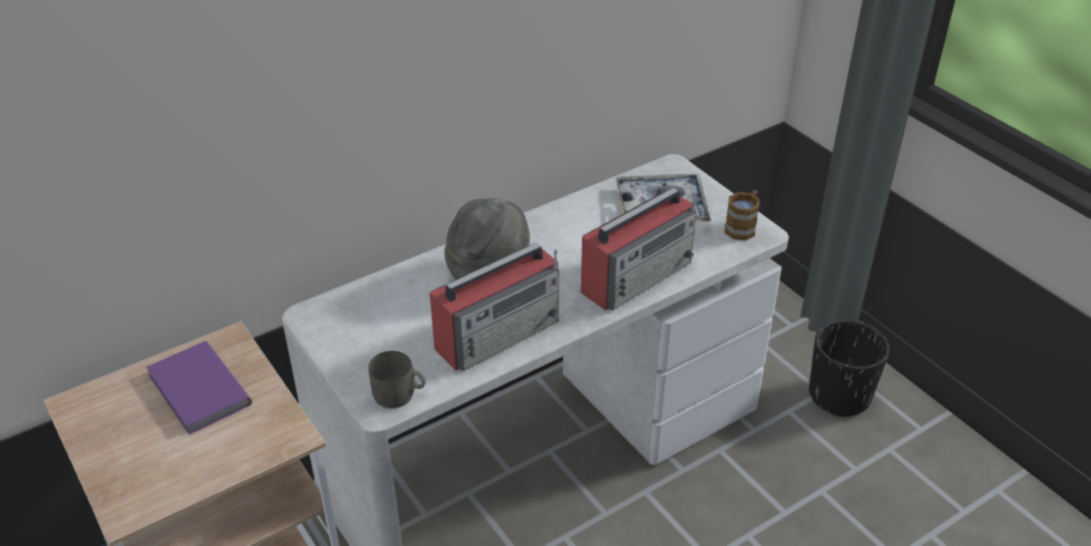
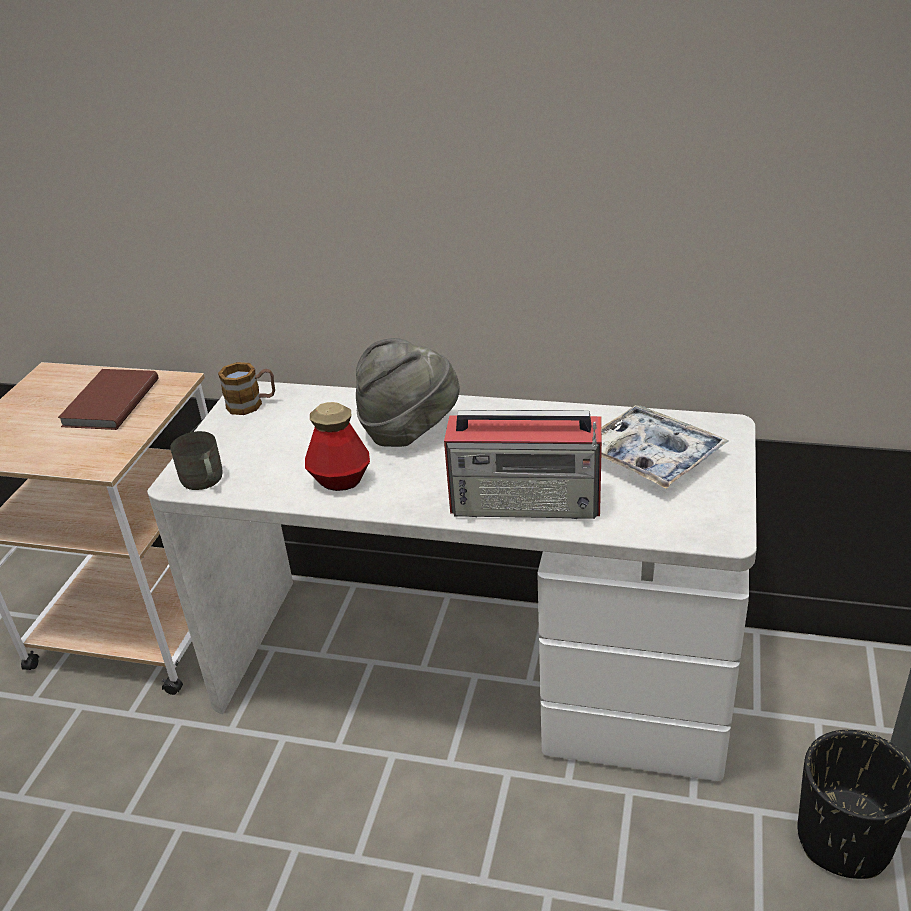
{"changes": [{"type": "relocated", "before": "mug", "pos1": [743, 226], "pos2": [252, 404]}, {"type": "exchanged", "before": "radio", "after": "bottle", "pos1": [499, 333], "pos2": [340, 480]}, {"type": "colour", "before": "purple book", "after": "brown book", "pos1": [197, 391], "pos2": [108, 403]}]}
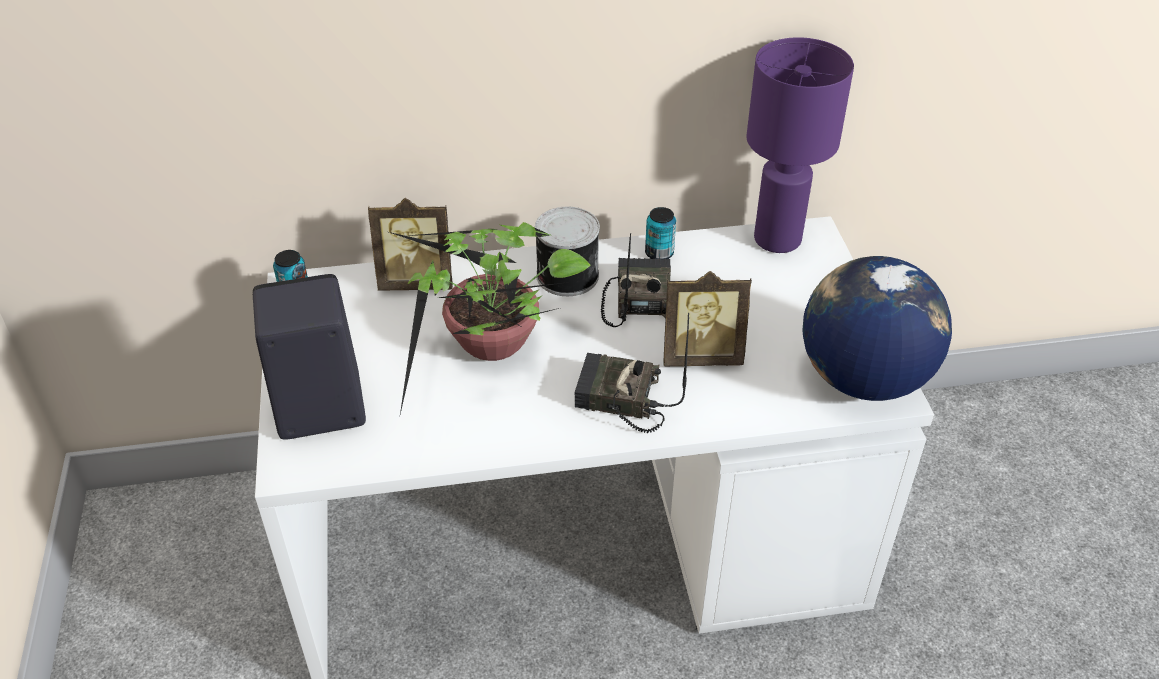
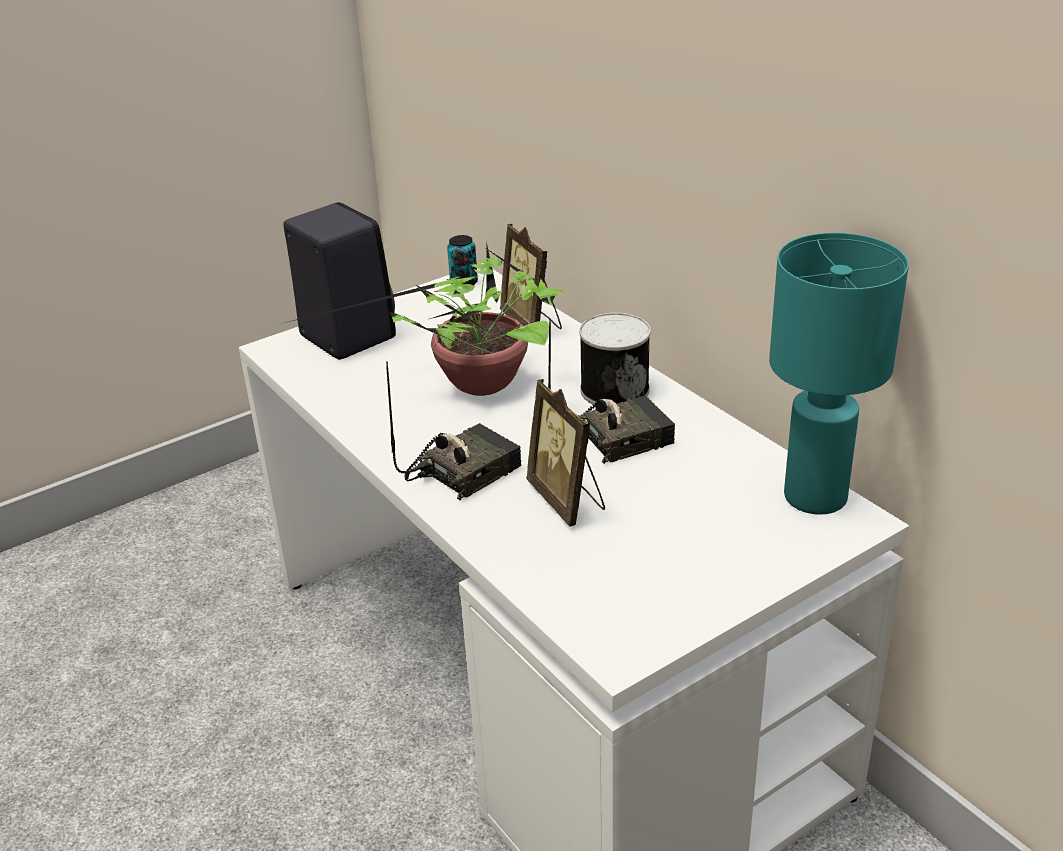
{"changes": [{"type": "missing", "before": "can", "pos1": [659, 253]}, {"type": "missing", "before": "globe", "pos1": [862, 378]}, {"type": "colour", "before": "purple table lamp", "after": "turquoise table lamp", "pos1": [776, 240], "pos2": [813, 496]}, {"type": "spun", "before": "radio", "pos1": [619, 400], "pos2": [462, 471], "turn": 60}]}
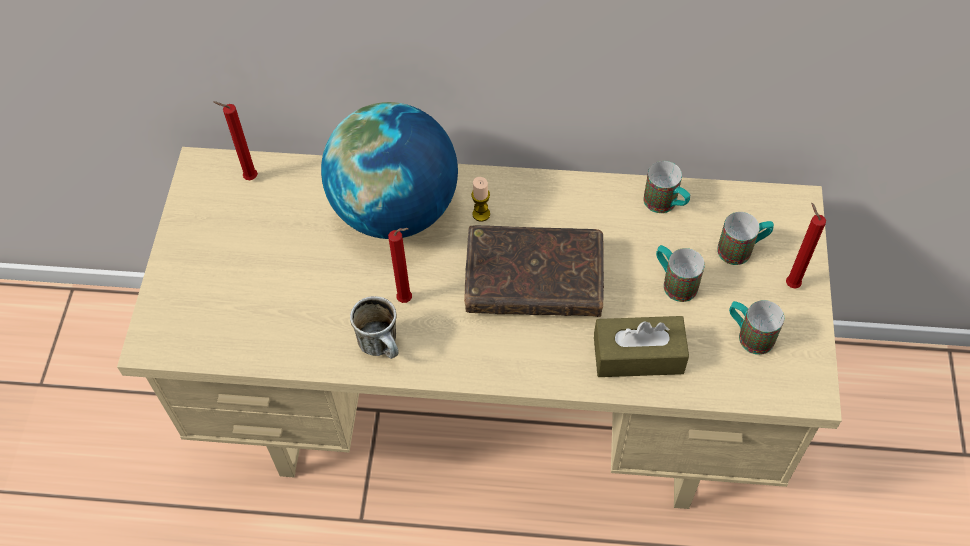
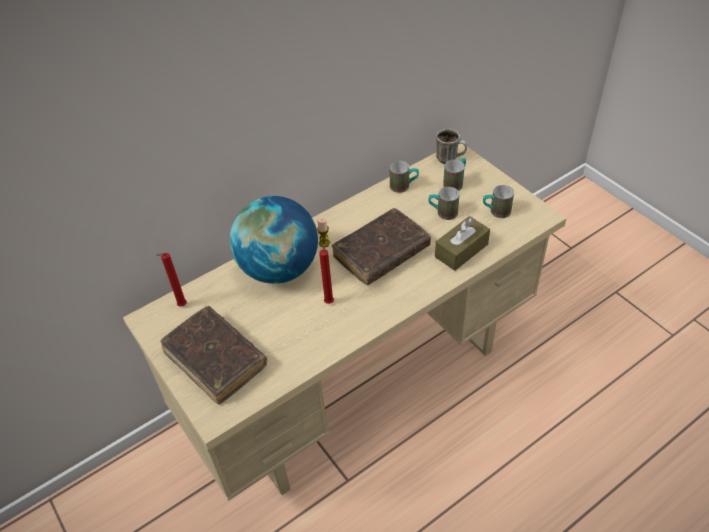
{"changes": [{"type": "missing", "before": "red candle", "pos1": [790, 283]}, {"type": "appeared", "after": "brown book", "pos2": [215, 360]}, {"type": "relocated", "before": "mug", "pos1": [383, 346], "pos2": [450, 159]}]}
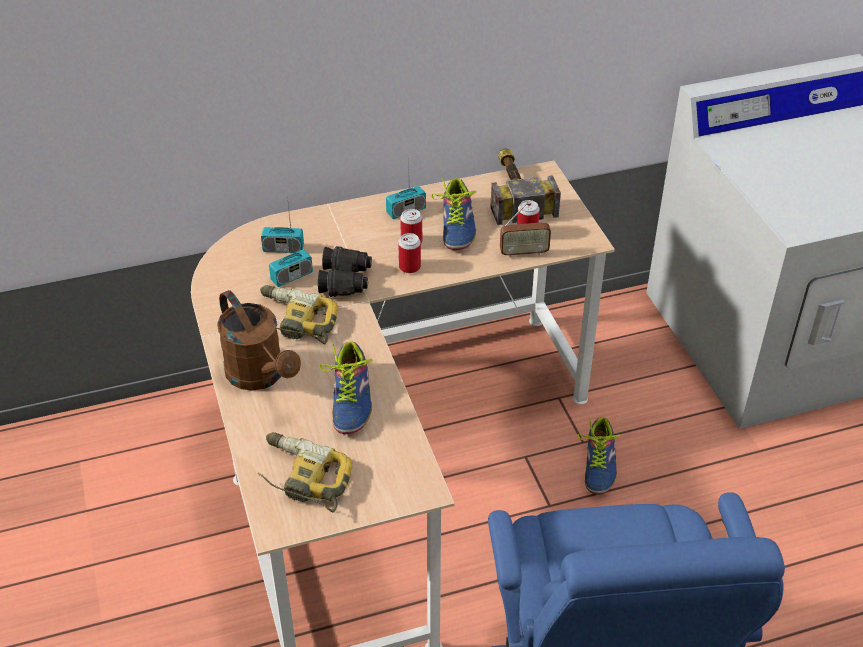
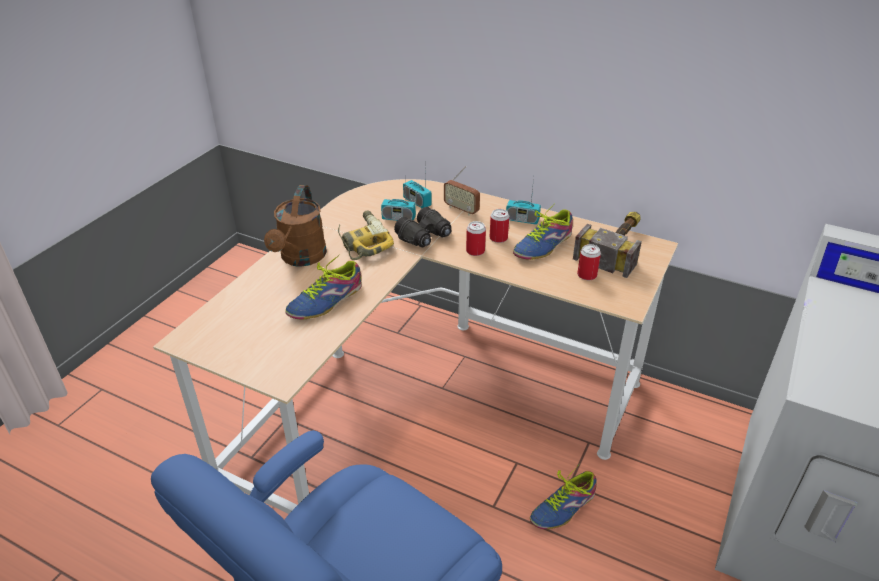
{"changes": [{"type": "missing", "before": "power drill", "pos1": [302, 478]}, {"type": "relocated", "before": "radio", "pos1": [524, 253], "pos2": [461, 209]}]}
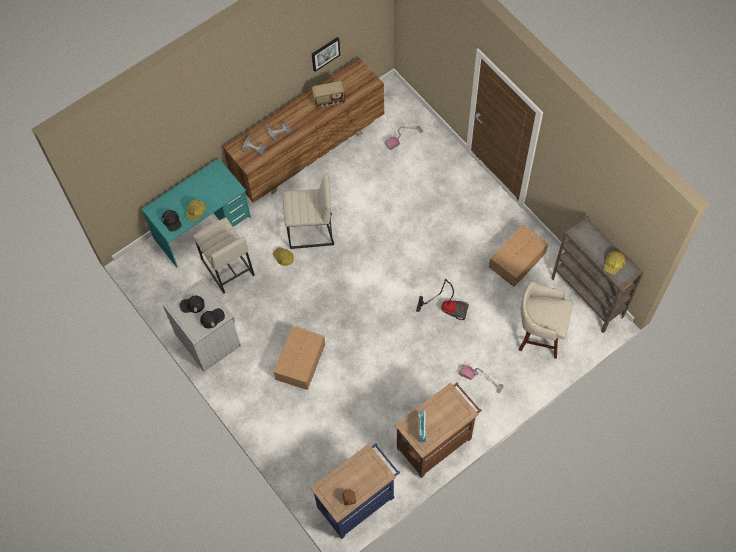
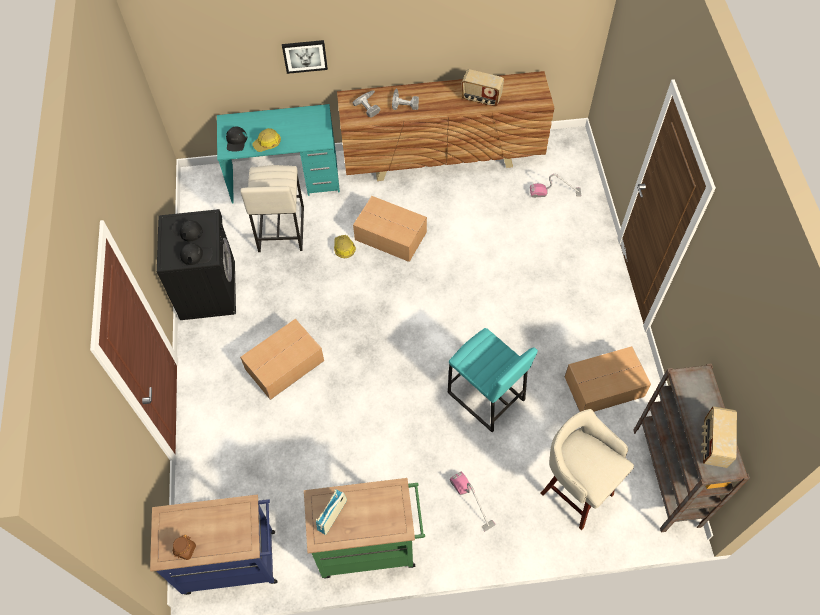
{"changes": [{"type": "relocated", "before": "picture", "pos1": [325, 53], "pos2": [305, 56]}, {"type": "exchanged", "before": "beige stool", "after": "cardboard box", "pos1": [311, 231], "pos2": [391, 236]}, {"type": "exchanged", "before": "vacuum cleaner", "after": "turquoise stool", "pos1": [447, 308], "pos2": [486, 396]}, {"type": "exchanged", "before": "hard hat", "after": "radio", "pos1": [614, 263], "pos2": [713, 444]}, {"type": "colour", "before": "white washing machine", "after": "black washing machine", "pos1": [209, 339], "pos2": [210, 290]}, {"type": "colour", "before": "brown cart", "after": "green cart", "pos1": [436, 443], "pos2": [370, 546]}]}
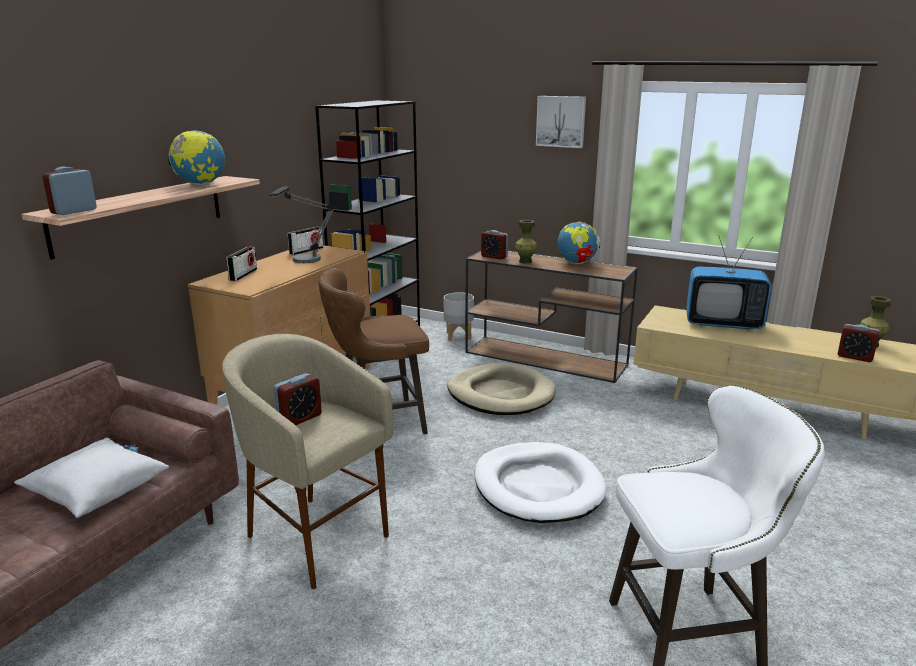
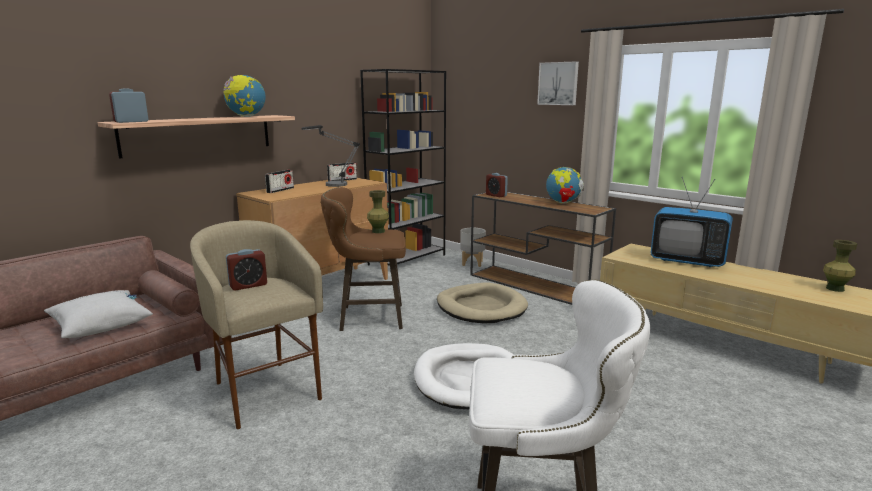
{"changes": [{"type": "missing", "before": "alarm clock", "pos1": [855, 357]}, {"type": "relocated", "before": "green vase", "pos1": [525, 261], "pos2": [378, 231]}]}
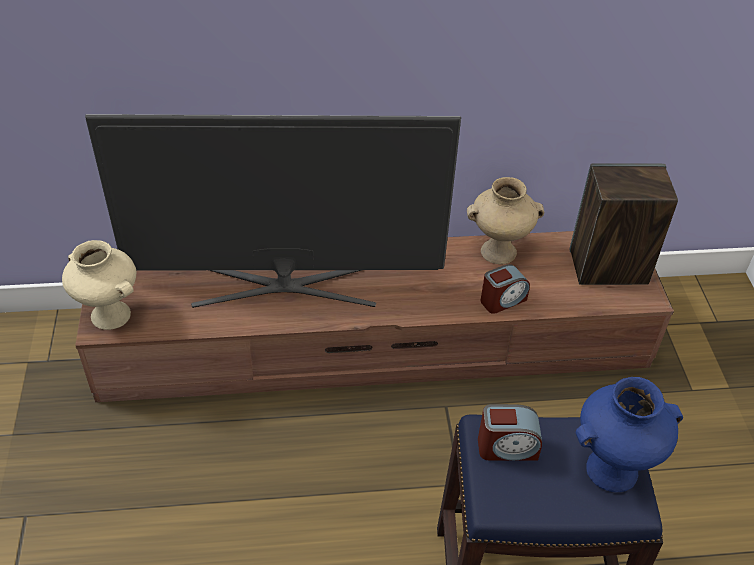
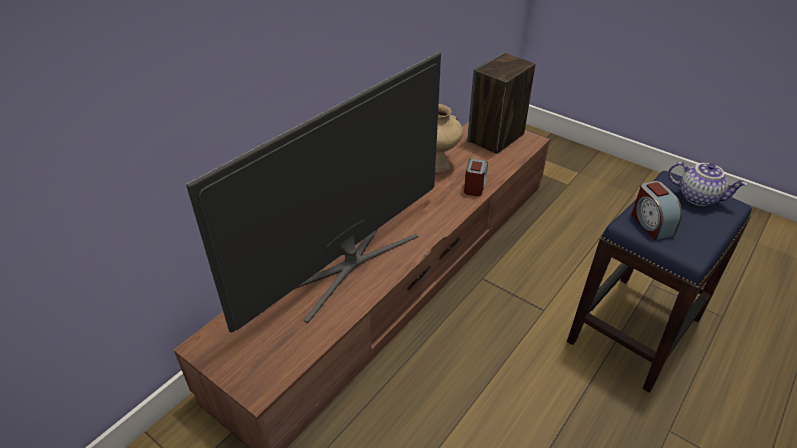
{"changes": [{"type": "missing", "before": "beige vase", "pos1": [109, 315]}, {"type": "exchanged", "before": "blue vase", "after": "teapot", "pos1": [612, 468], "pos2": [698, 197]}, {"type": "spun", "before": "alarm clock", "pos1": [507, 447], "pos2": [651, 224], "turn": 120}]}
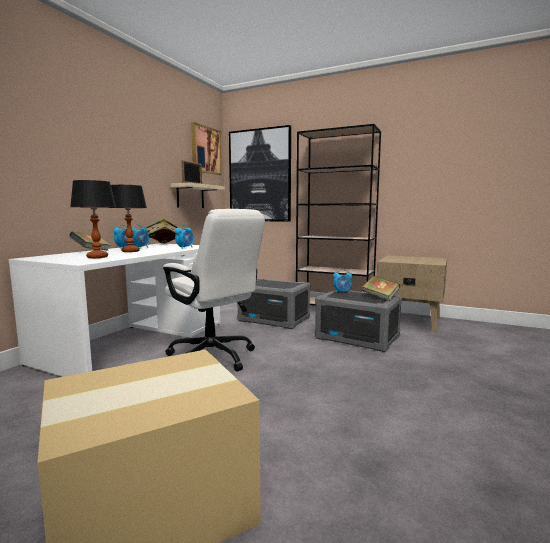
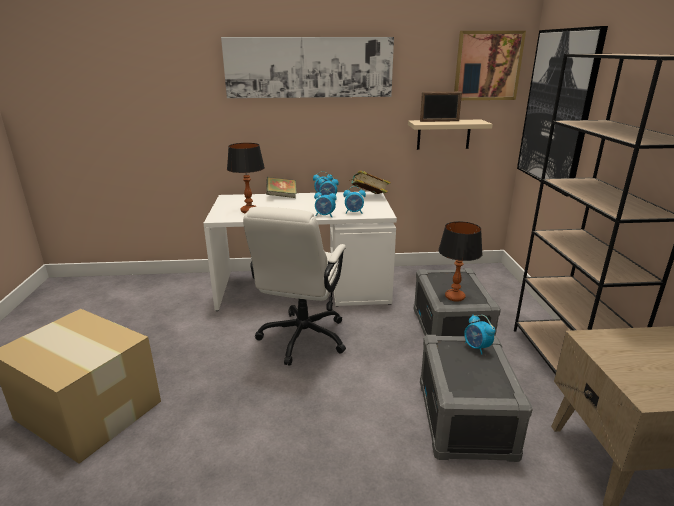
{"changes": [{"type": "missing", "before": "book", "pos1": [380, 297]}, {"type": "appeared", "after": "picture", "pos2": [309, 67]}, {"type": "appeared", "after": "alarm clock", "pos2": [325, 215]}, {"type": "relocated", "before": "table lamp", "pos1": [130, 251], "pos2": [454, 297]}]}
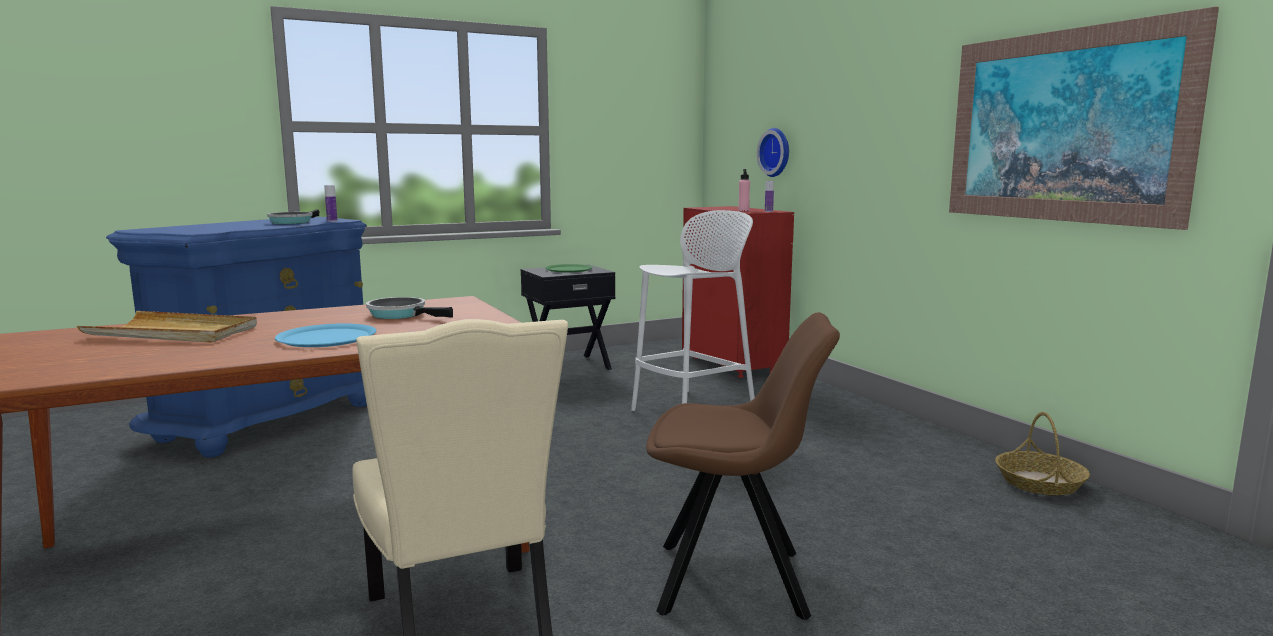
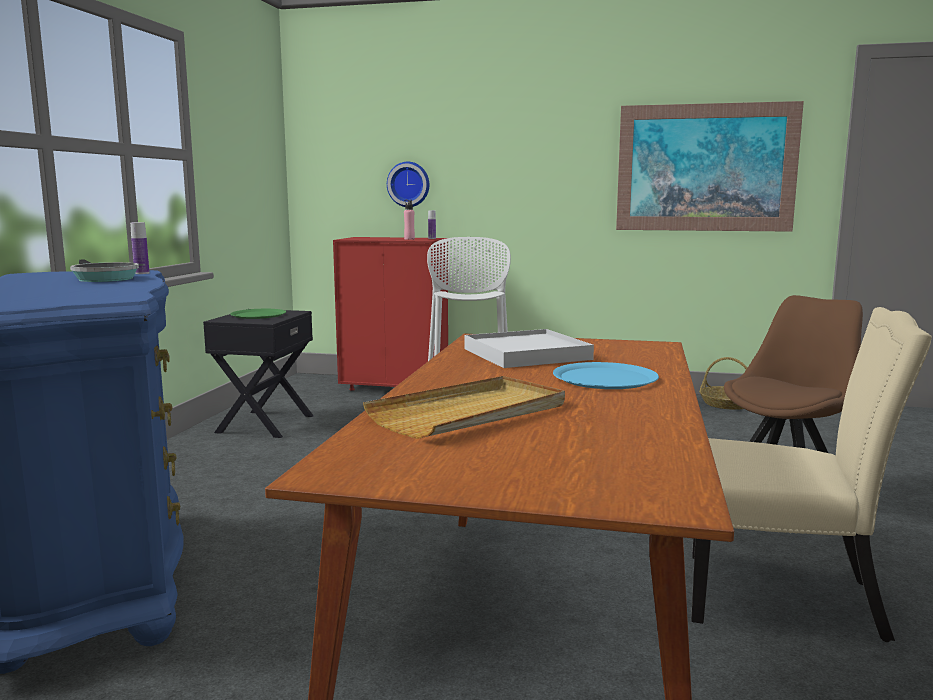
{"changes": [{"type": "exchanged", "before": "frying pan", "after": "white tray", "pos1": [401, 315], "pos2": [526, 354]}]}
